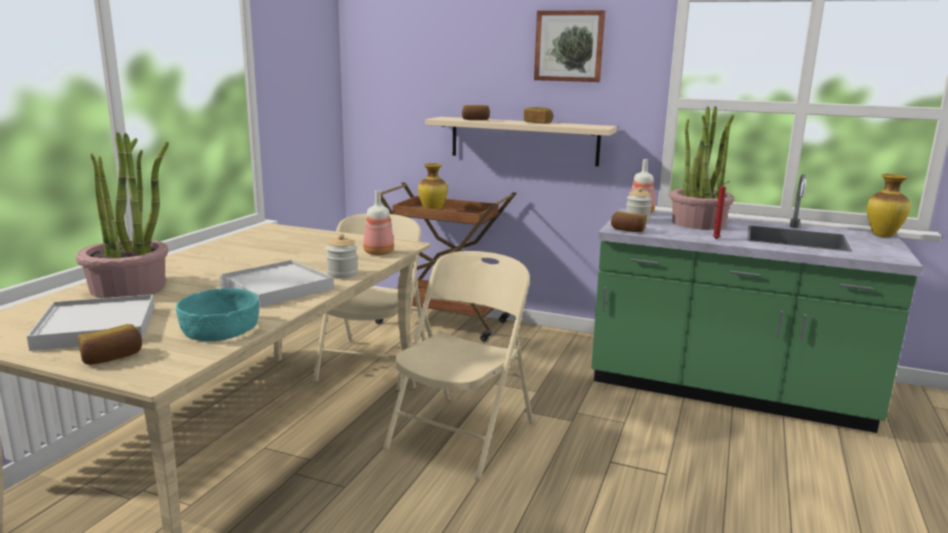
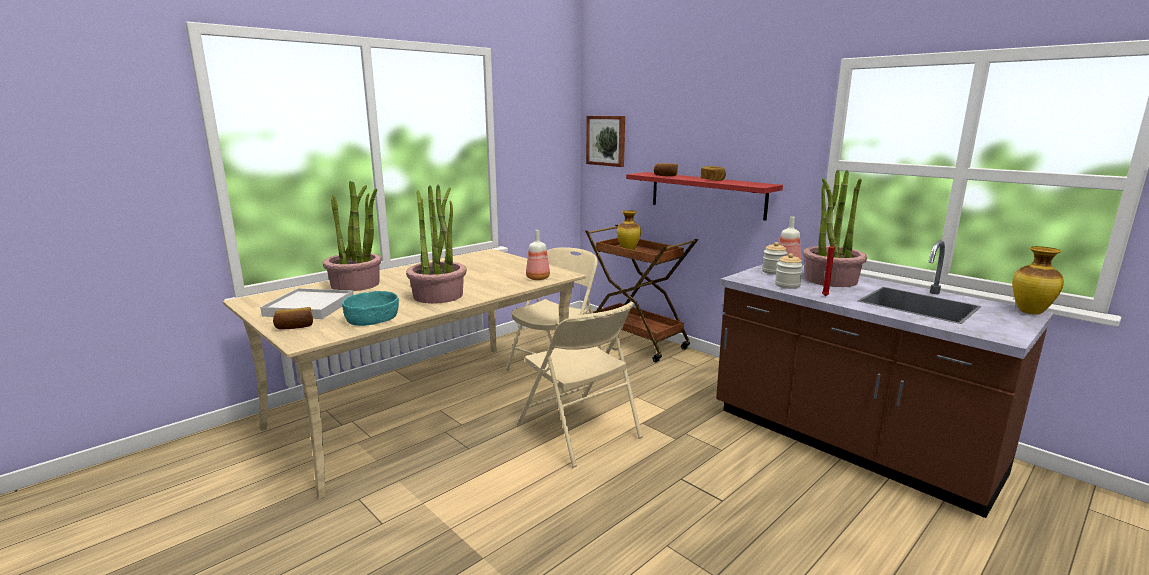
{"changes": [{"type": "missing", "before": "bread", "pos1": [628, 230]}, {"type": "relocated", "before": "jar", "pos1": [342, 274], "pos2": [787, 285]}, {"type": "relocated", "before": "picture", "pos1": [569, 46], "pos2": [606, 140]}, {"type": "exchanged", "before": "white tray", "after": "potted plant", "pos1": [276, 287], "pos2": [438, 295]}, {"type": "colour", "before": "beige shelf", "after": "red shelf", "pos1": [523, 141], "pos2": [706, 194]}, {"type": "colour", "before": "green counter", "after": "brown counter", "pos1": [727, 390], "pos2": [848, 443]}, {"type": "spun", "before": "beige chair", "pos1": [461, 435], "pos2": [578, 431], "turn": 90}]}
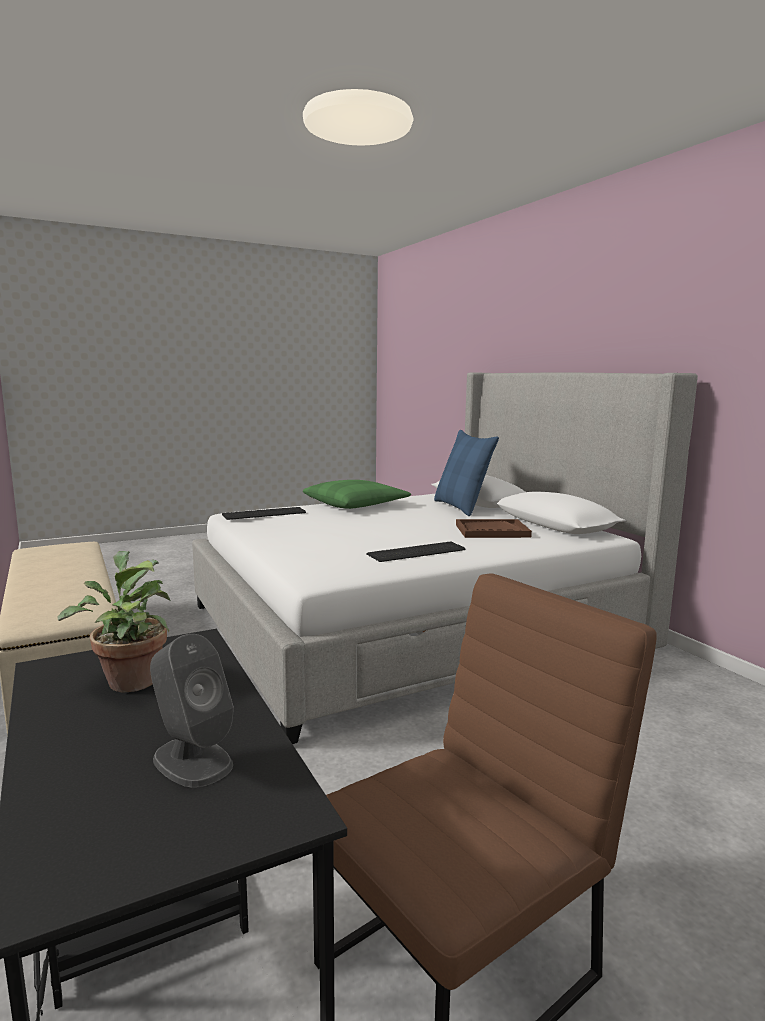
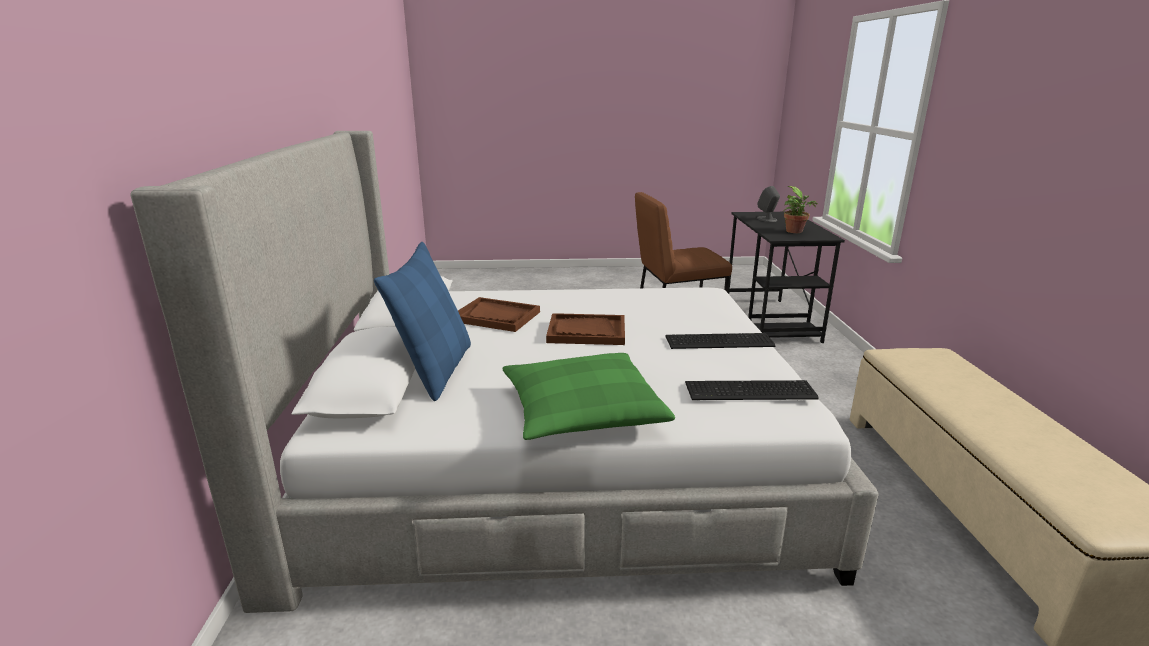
{"changes": [{"type": "appeared", "after": "brown tray", "pos2": [586, 332]}, {"type": "relocated", "before": "keyboard", "pos1": [418, 552], "pos2": [717, 340]}]}
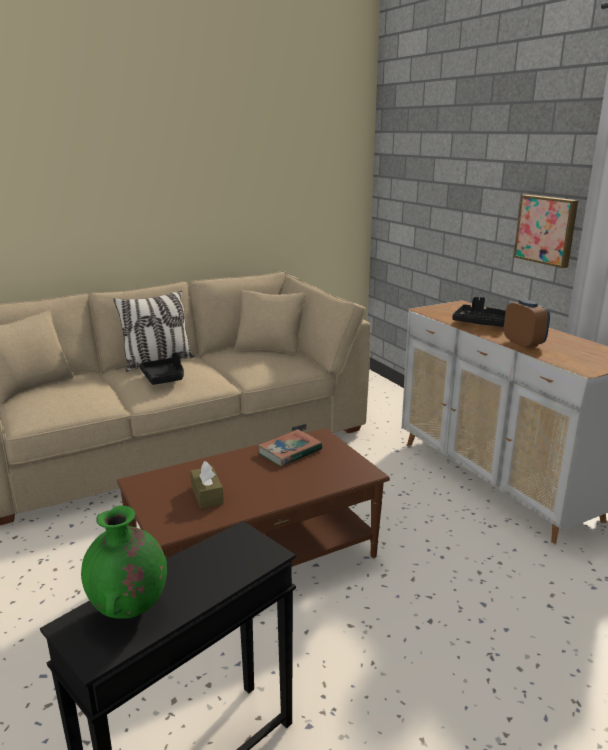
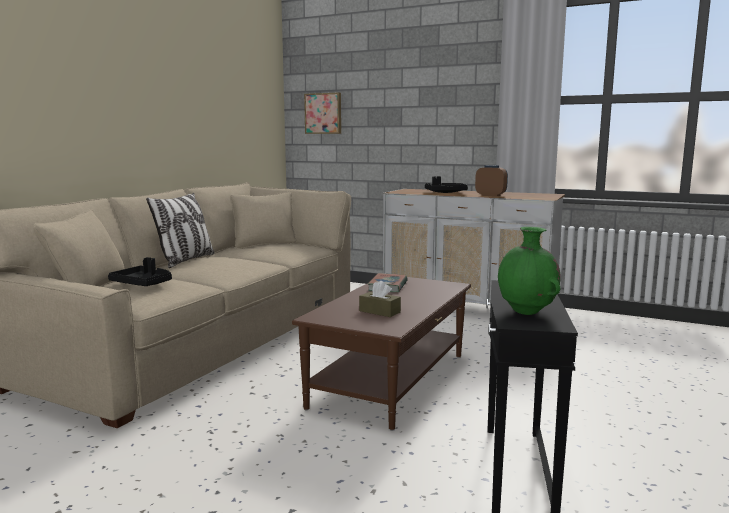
{"changes": [{"type": "relocated", "before": "black tray", "pos1": [164, 378], "pos2": [143, 284]}, {"type": "relocated", "before": "picture", "pos1": [546, 230], "pos2": [323, 113]}]}
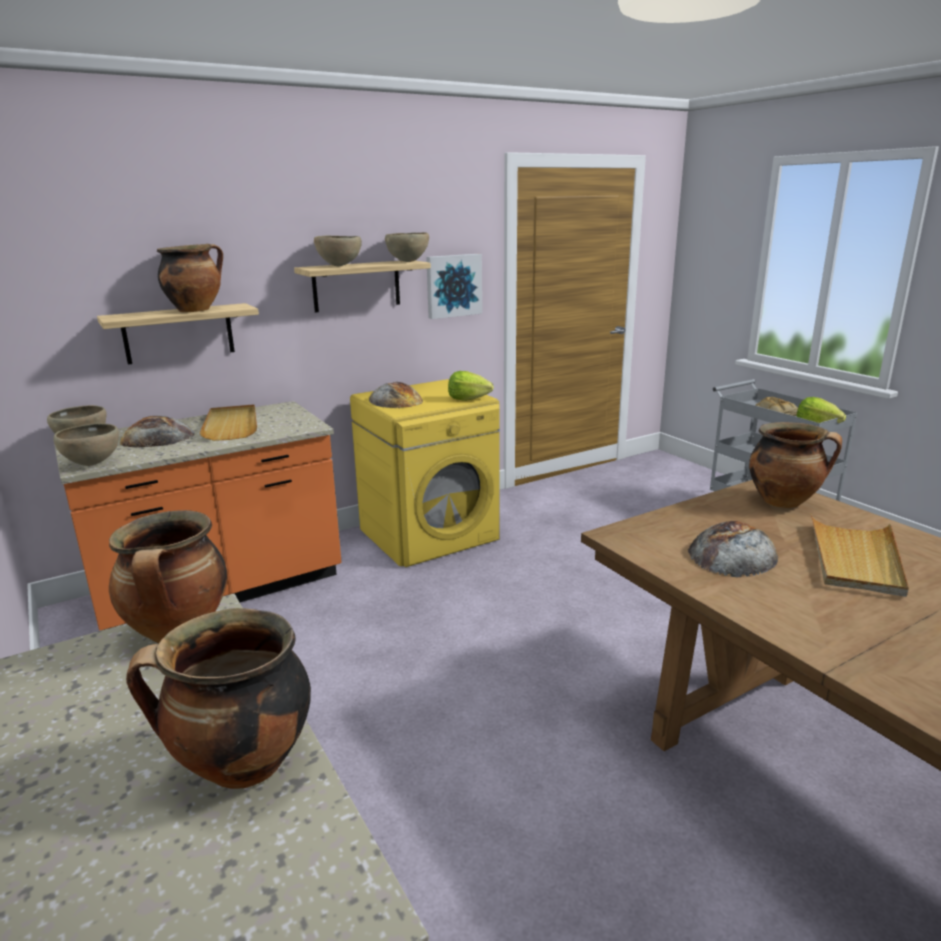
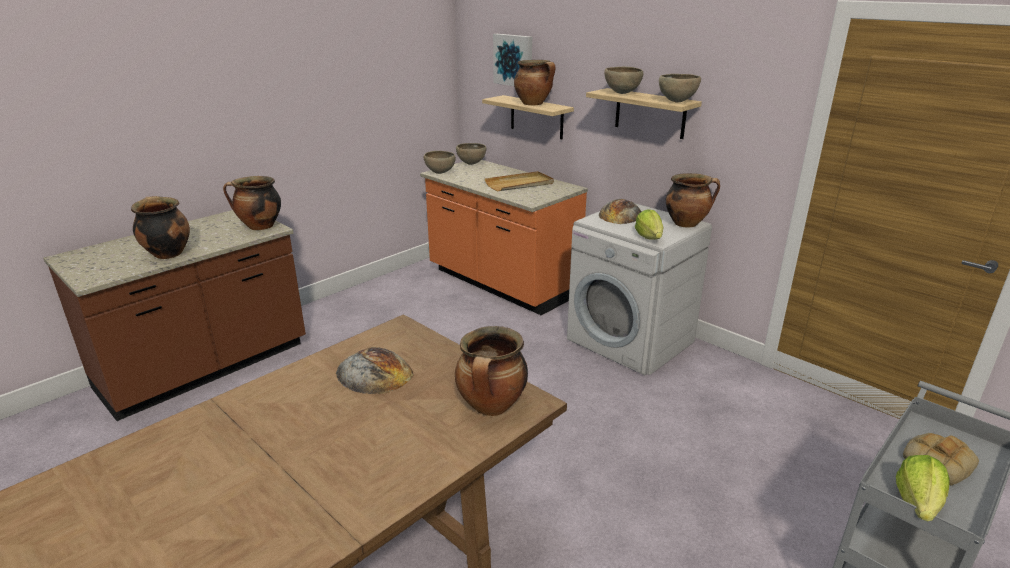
{"changes": [{"type": "missing", "before": "bread", "pos1": [157, 437]}, {"type": "missing", "before": "beige tray", "pos1": [855, 558]}, {"type": "appeared", "after": "cooking pot", "pos2": [687, 224]}, {"type": "relocated", "before": "picture", "pos1": [453, 285], "pos2": [514, 60]}, {"type": "colour", "before": "yellow washing machine", "after": "white washing machine", "pos1": [432, 534], "pos2": [628, 341]}]}
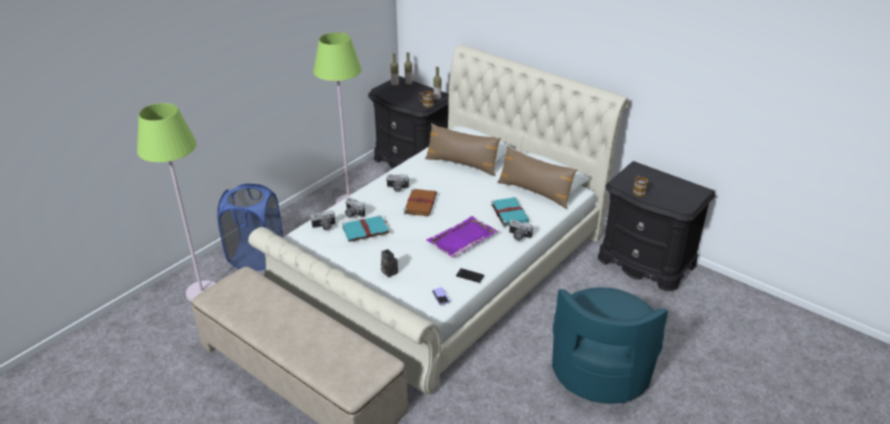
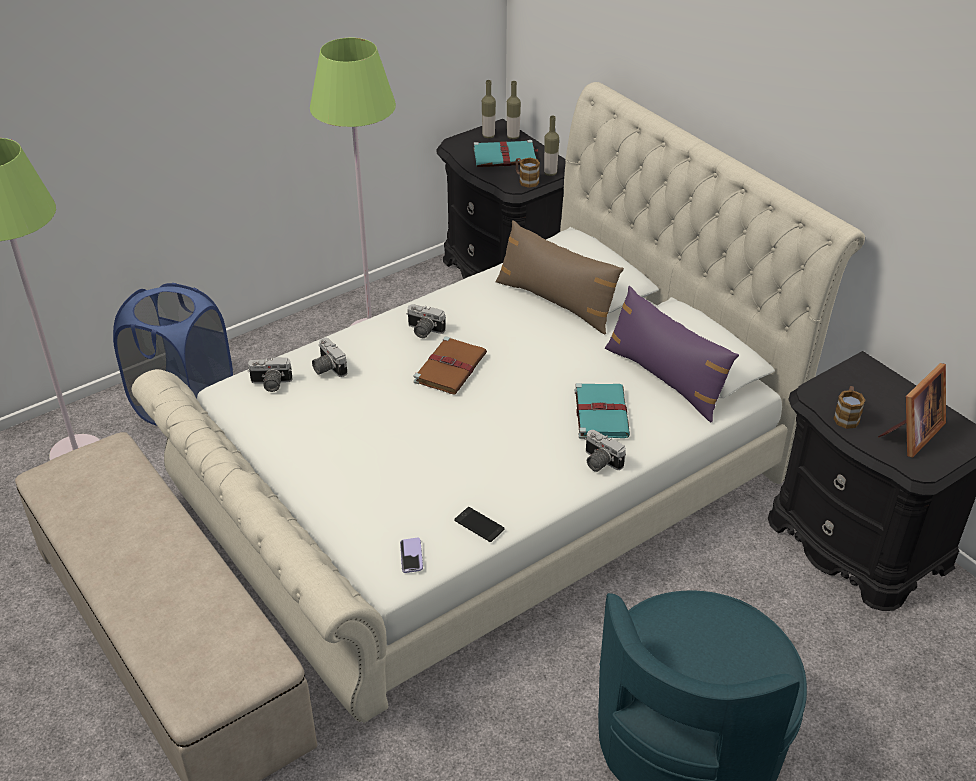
{"changes": [{"type": "missing", "before": "photo camera", "pos1": [388, 272]}, {"type": "missing", "before": "purple tray", "pos1": [461, 238]}, {"type": "appeared", "after": "picture frame", "pos2": [911, 434]}, {"type": "relocated", "before": "turquoise book", "pos1": [366, 230], "pos2": [506, 157]}, {"type": "colour", "before": "brown pillow", "after": "purple pillow", "pos1": [535, 192], "pos2": [665, 379]}]}
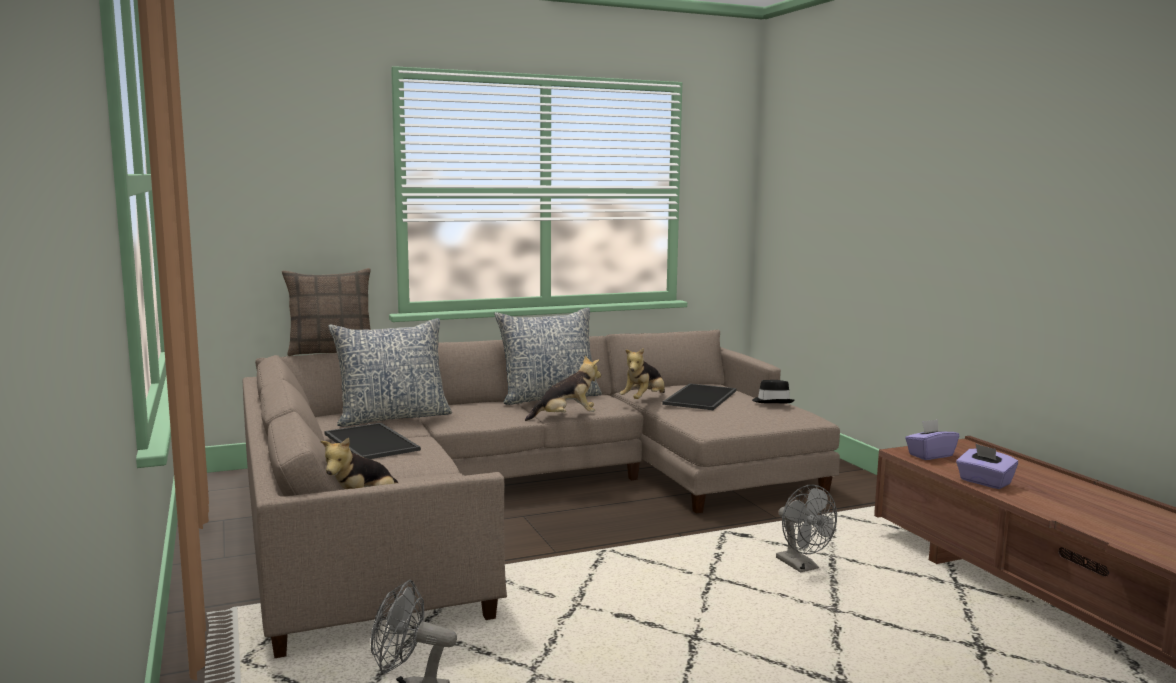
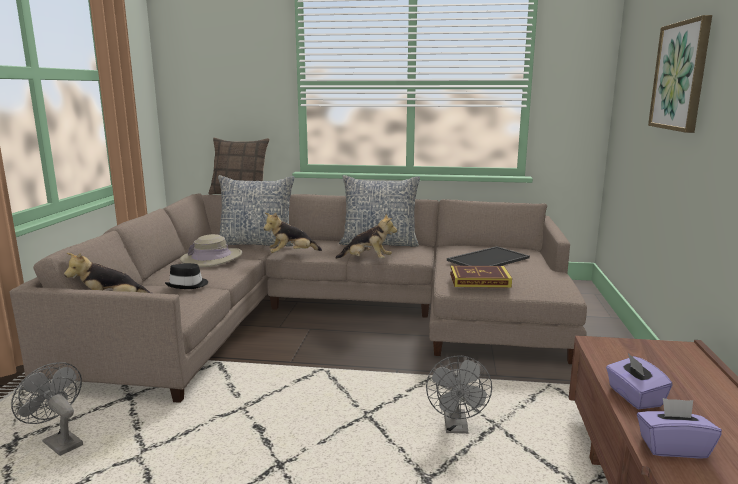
{"changes": [{"type": "appeared", "after": "book", "pos2": [479, 280]}, {"type": "appeared", "after": "picture", "pos2": [680, 76]}, {"type": "relocated", "before": "plush toy", "pos1": [644, 400], "pos2": [291, 254]}, {"type": "relocated", "before": "black hat", "pos1": [772, 402], "pos2": [188, 285]}, {"type": "relocated", "before": "purple tissue box", "pos1": [930, 455], "pos2": [673, 447]}, {"type": "exchanged", "before": "tray", "after": "beige hat", "pos1": [373, 442], "pos2": [212, 258]}]}
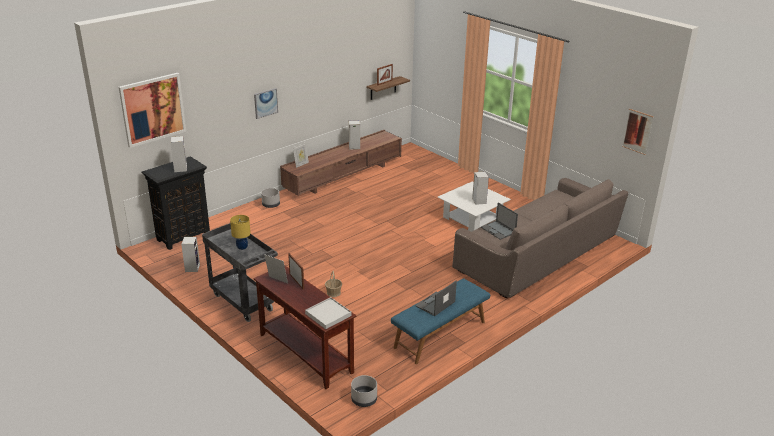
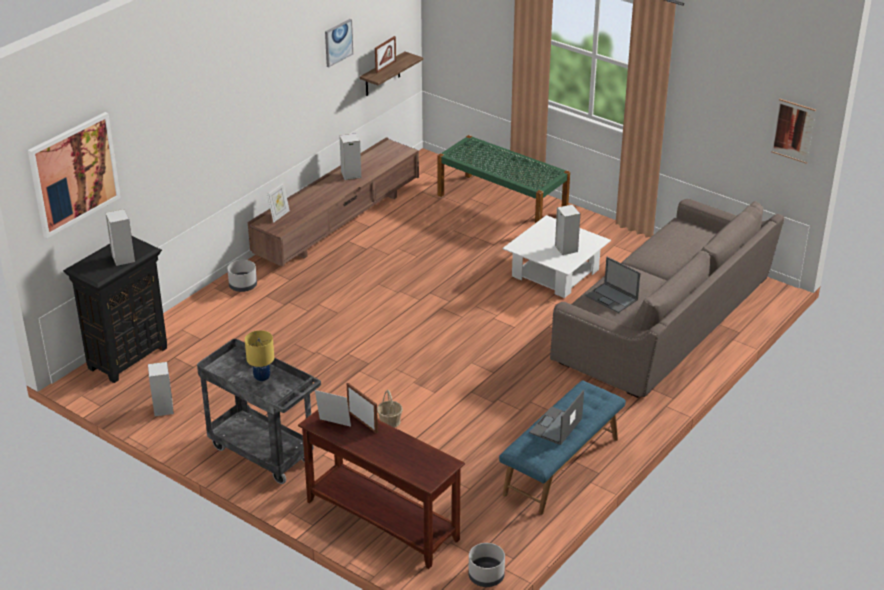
{"changes": [{"type": "missing", "before": "white tray", "pos1": [328, 315]}, {"type": "appeared", "after": "green bench", "pos2": [502, 203]}, {"type": "relocated", "before": "picture", "pos1": [265, 103], "pos2": [338, 42]}]}
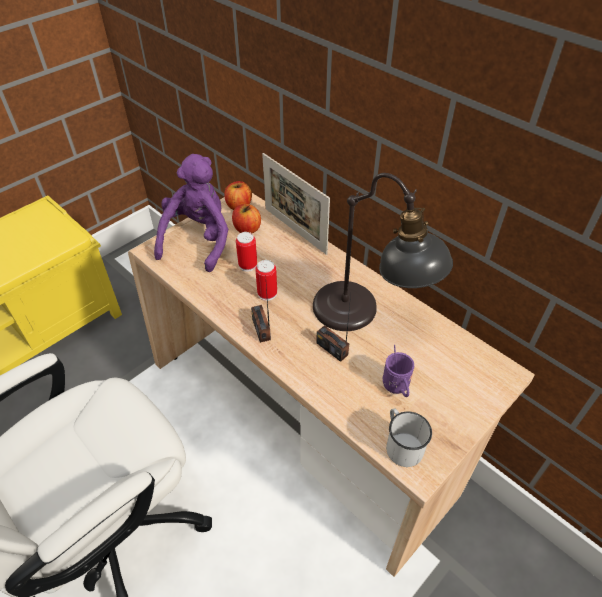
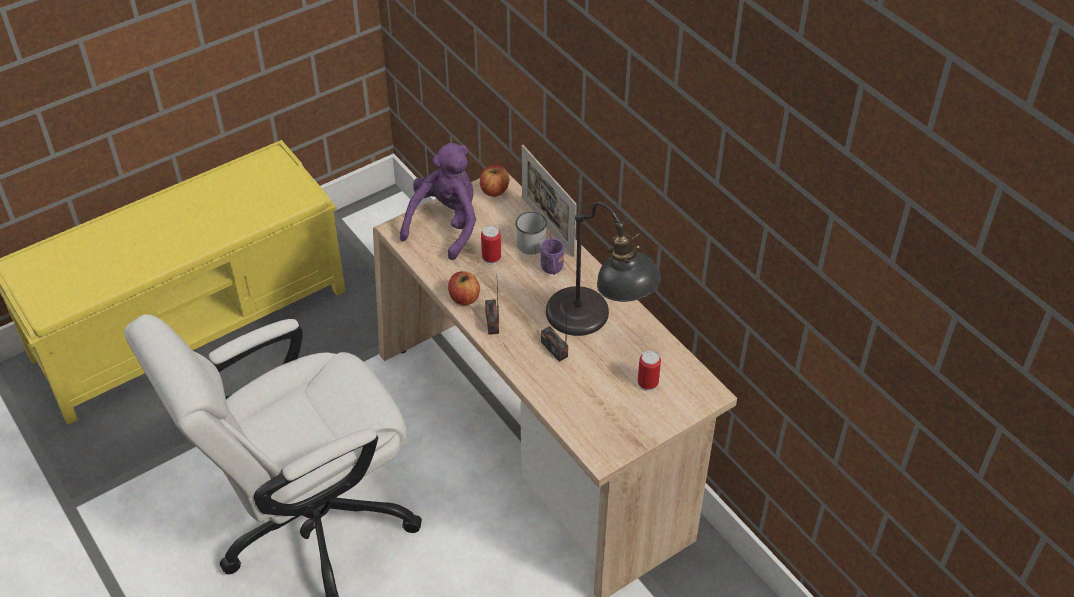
{"changes": [{"type": "relocated", "before": "apple", "pos1": [247, 229], "pos2": [464, 298]}, {"type": "relocated", "before": "can", "pos1": [267, 293], "pos2": [647, 383]}, {"type": "relocated", "before": "purple mug", "pos1": [397, 388], "pos2": [552, 270]}, {"type": "relocated", "before": "white mug", "pos1": [401, 444], "pos2": [530, 241]}]}
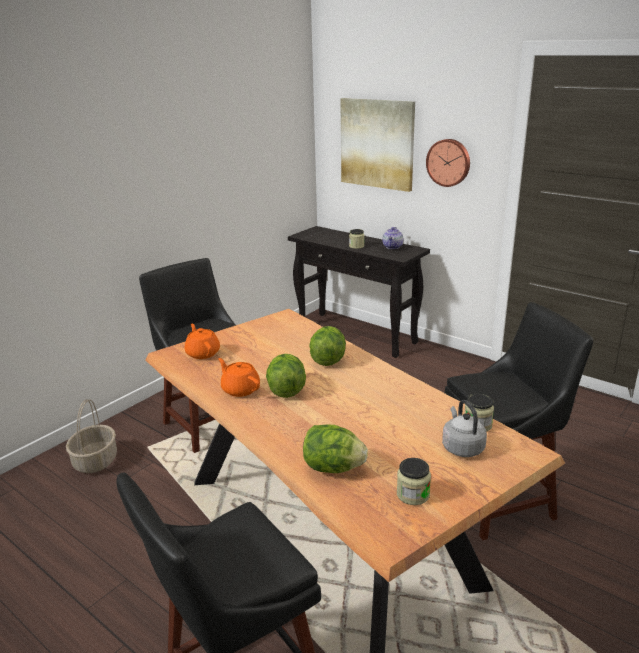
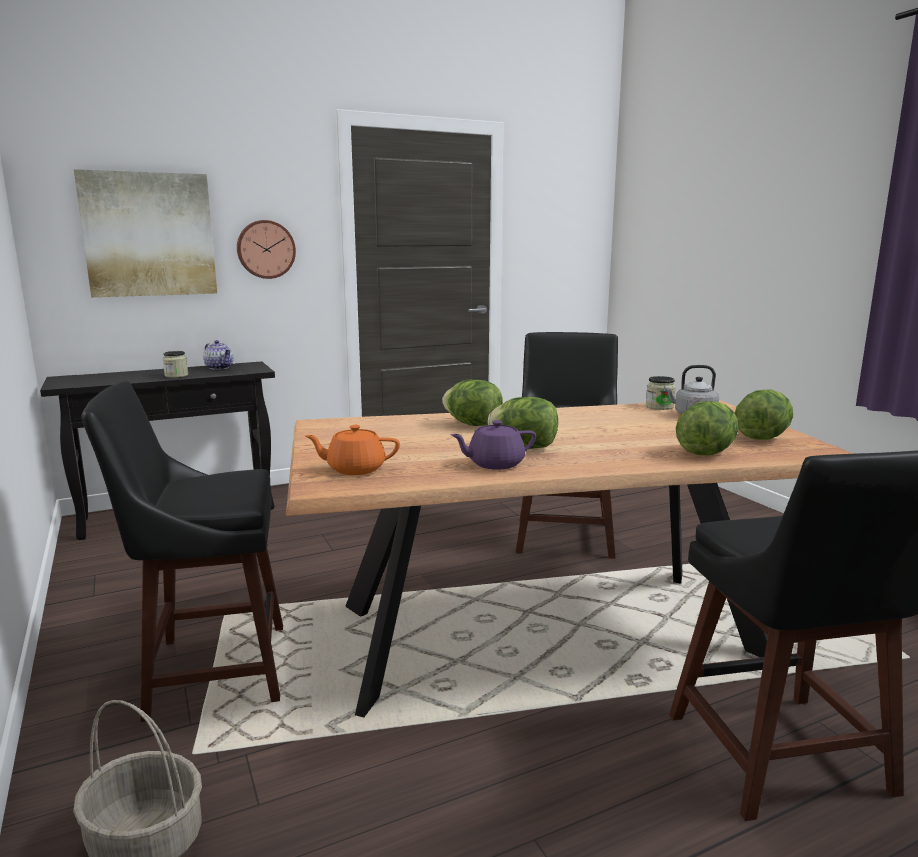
{"changes": [{"type": "exchanged", "before": "jar", "after": "lettuce", "pos1": [413, 494], "pos2": [762, 437]}, {"type": "colour", "before": "orange teapot", "after": "purple teapot", "pos1": [240, 389], "pos2": [494, 464]}]}
